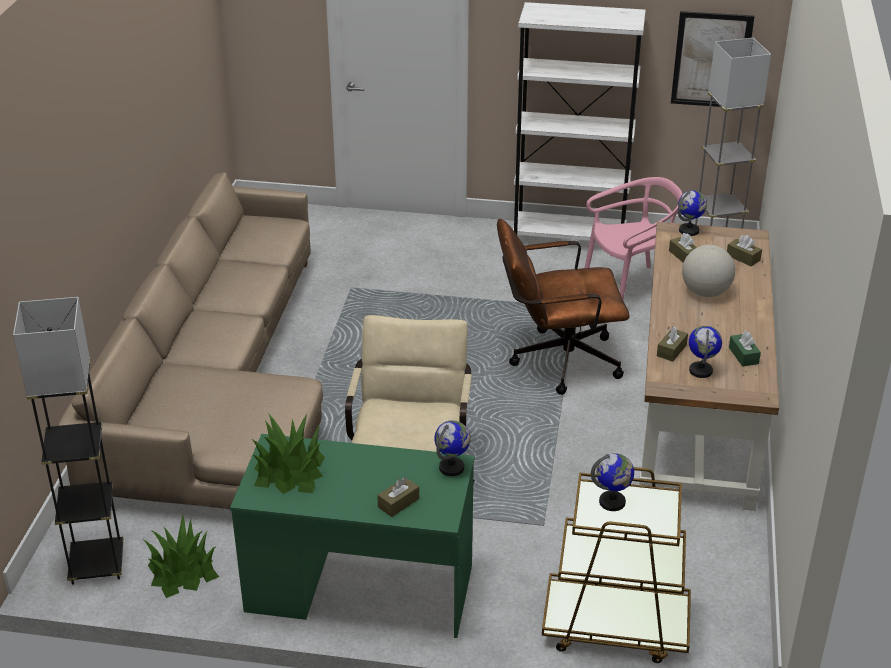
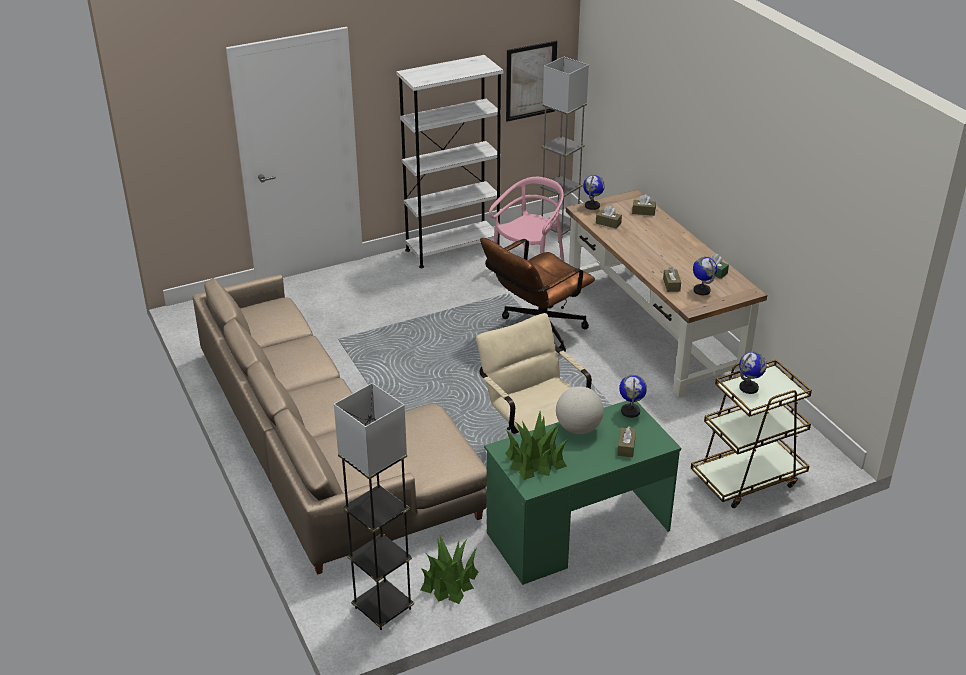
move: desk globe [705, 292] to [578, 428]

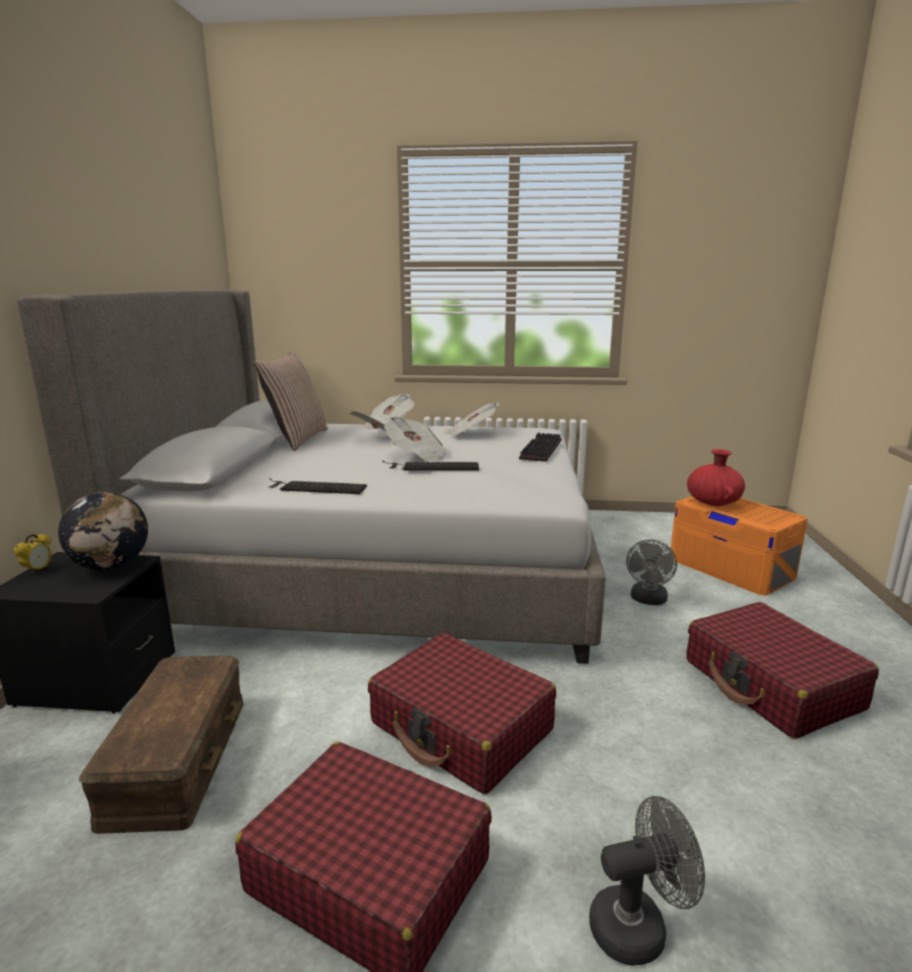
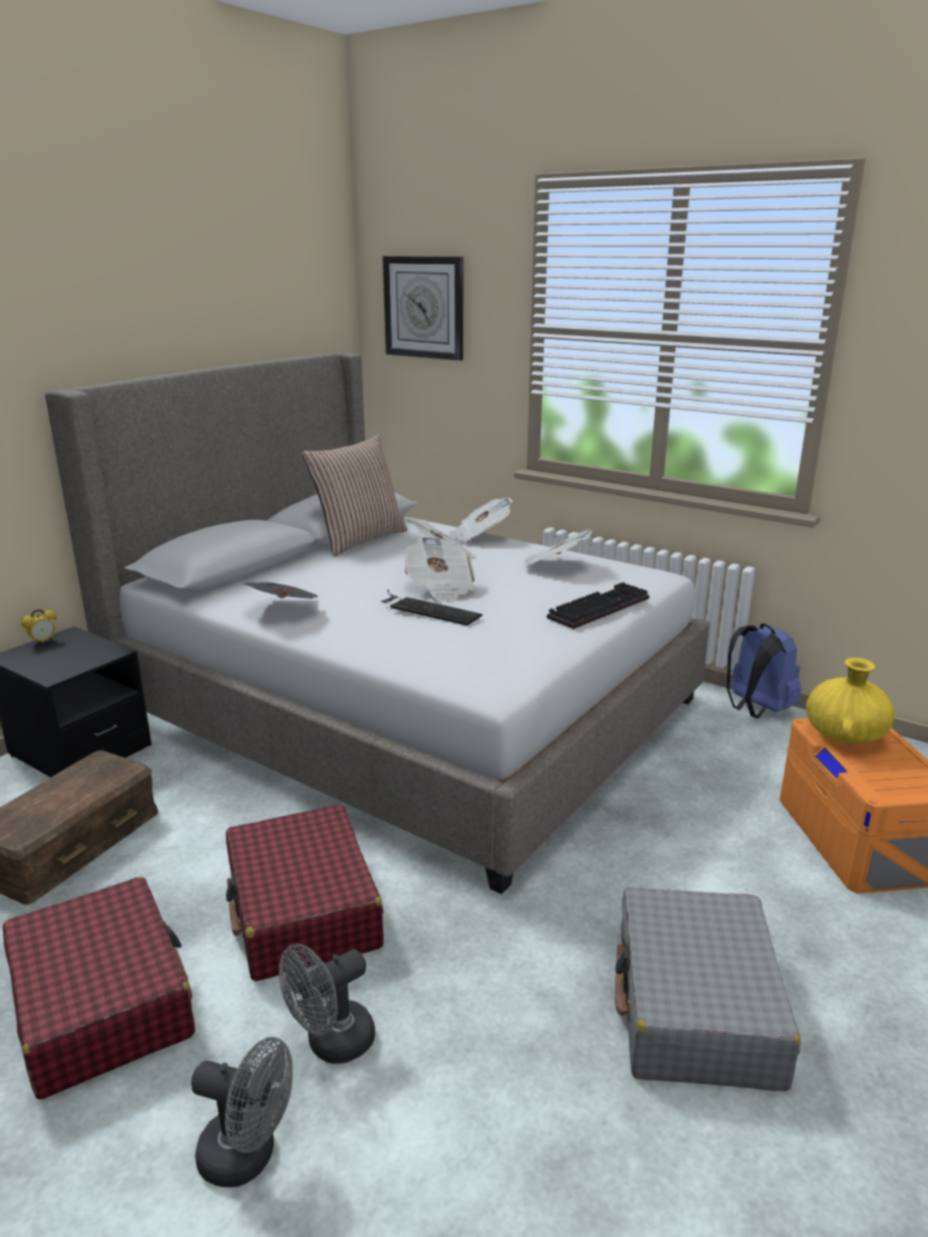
delete: desk globe [111, 566]
insert: hanging clock [424, 307]; blue backpack [755, 710]
move: grey electric fan [648, 600] to [331, 1043]
replace: keyboard [314, 487] to newspaper [285, 611]
recolor: red flower vase [713, 503] to yellow-coloured flower vase [844, 736]; red suitcase [771, 685] to grey suitcase [696, 1007]

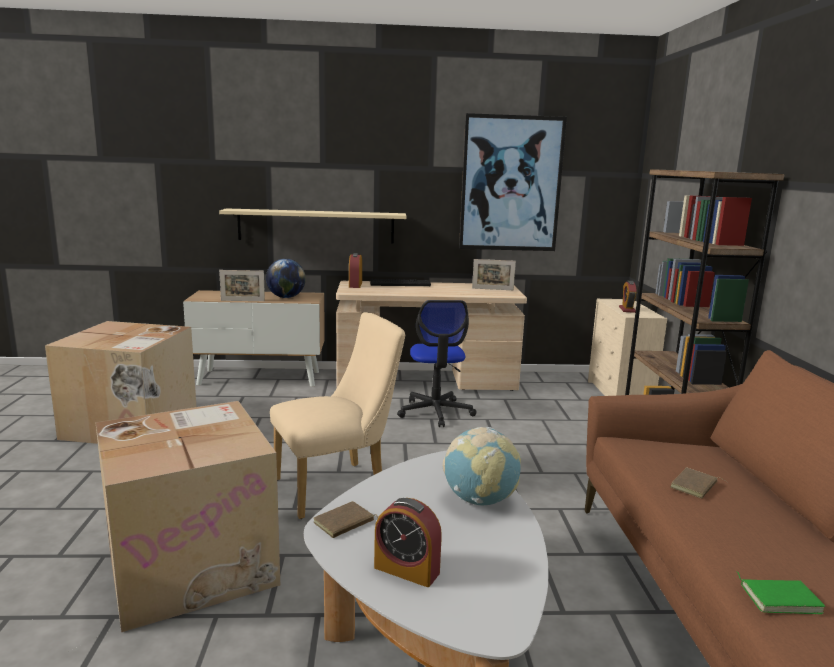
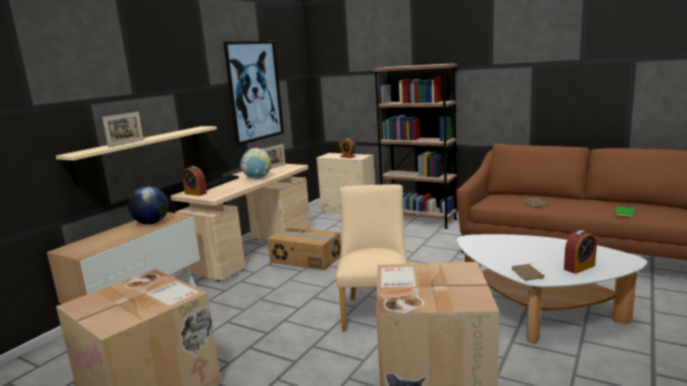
move: standing frame [242, 300] to [126, 144]; desk globe [479, 500] to [257, 178]
replace: office chair [435, 412] to packing box [306, 259]

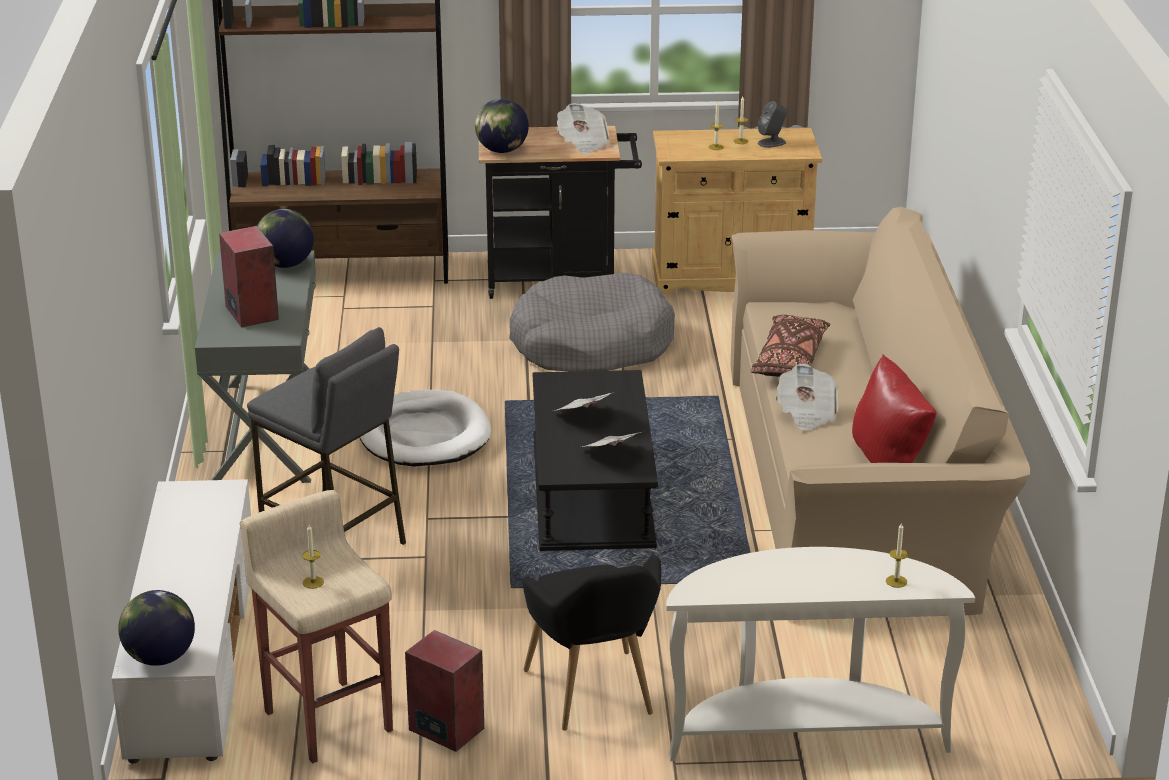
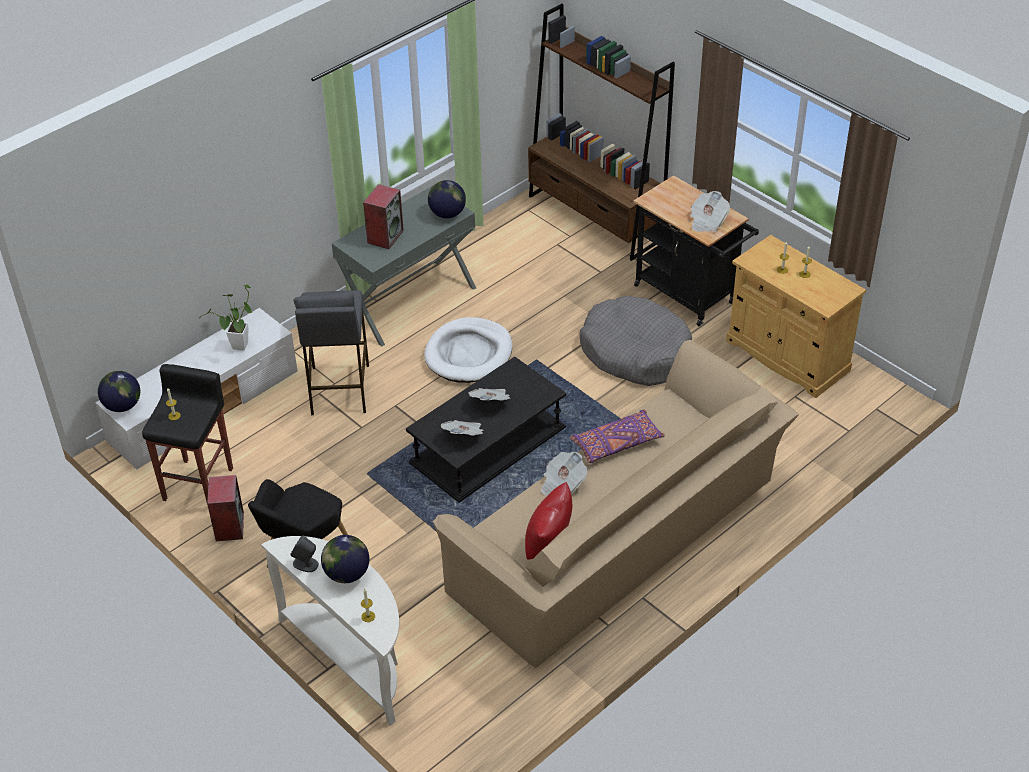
insert: potted plant [238, 348]
move: desk globe [501, 150] to [347, 574]; grey audio speaker [772, 143] to [306, 564]
recolor: brown-coloured cushion [790, 360] to purple cushion [616, 443]; beige stool seat [328, 719] to blackish stool seat [199, 483]

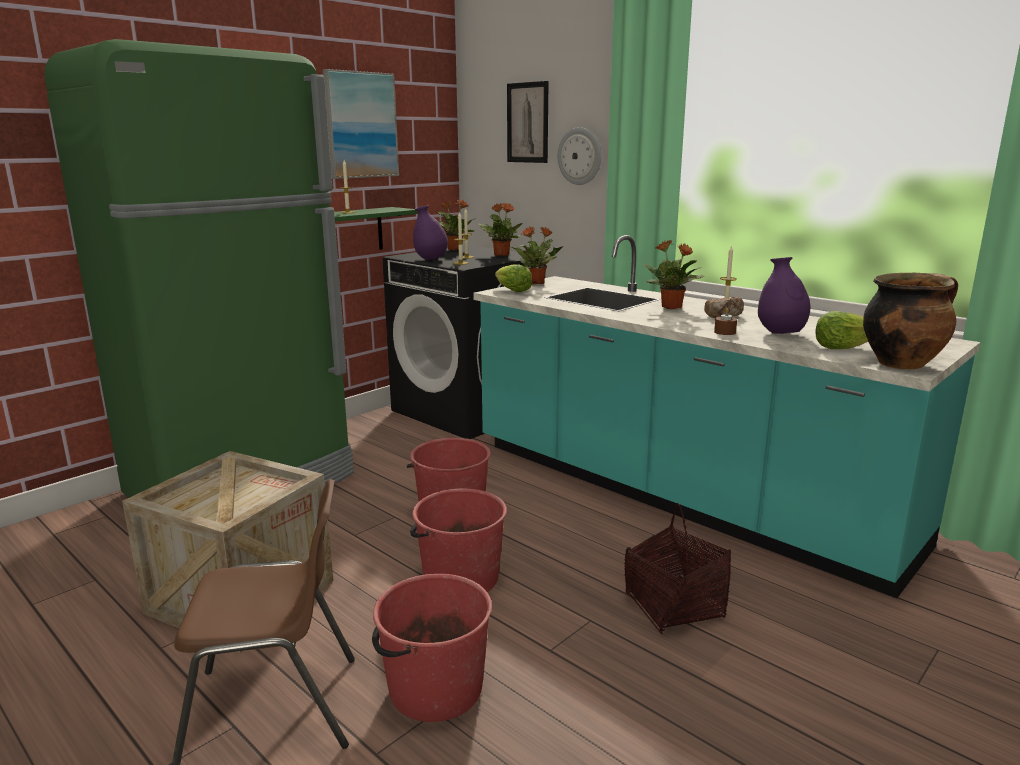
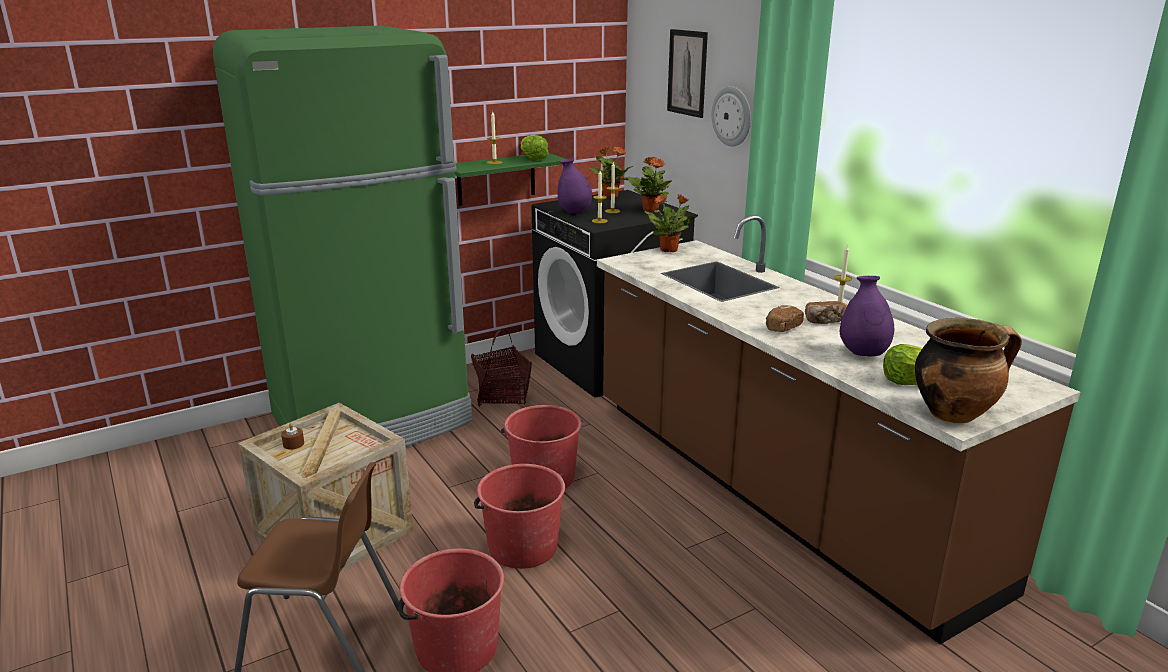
delete: wall picture [360, 125]; potted plant [672, 307]
insert: baked bread [782, 328]
move: lettuce [512, 290] to [532, 158]; brown-coloured wax light [725, 332] to [293, 444]; household basket [674, 606] to [502, 395]
recolor: blue-green kitchen counter [677, 494] to brown-coloured kitchen counter [774, 489]

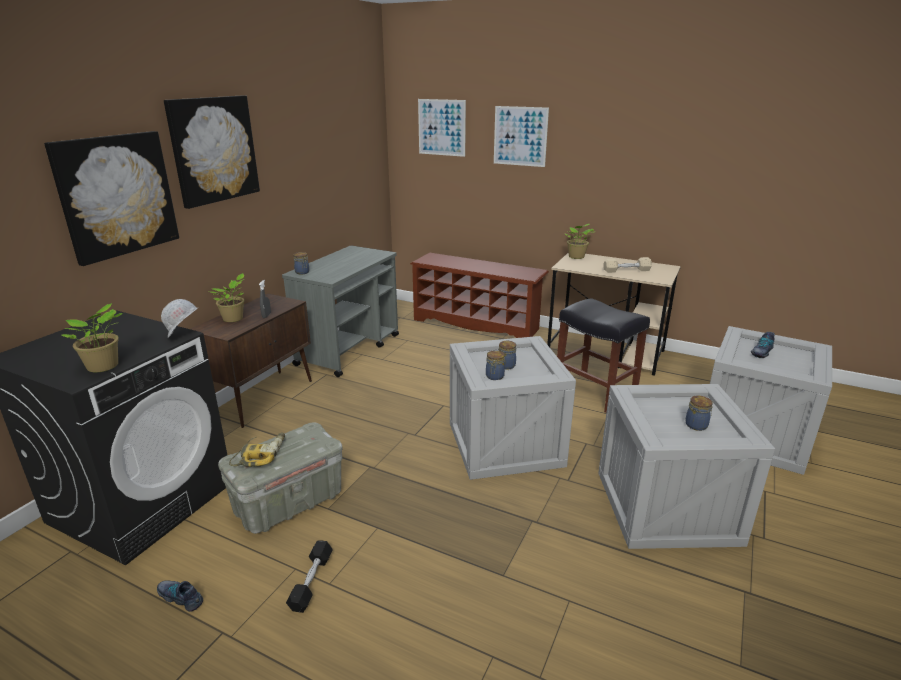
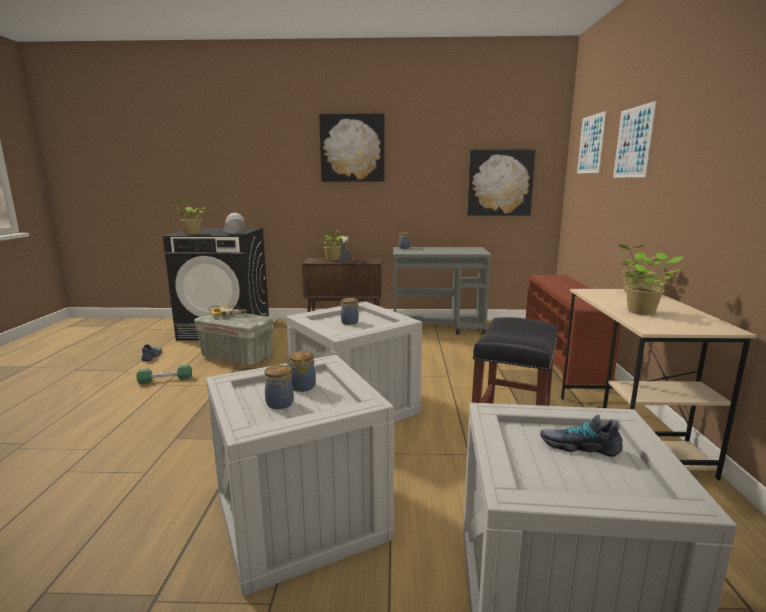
move: wall picture [116, 195] to [500, 183]; preserve jar [494, 377] to [301, 387]
replace: beige free weight [626, 270] to potted plant [643, 312]
recolor: blackish free weight [311, 582] to green-coloured free weight [165, 380]

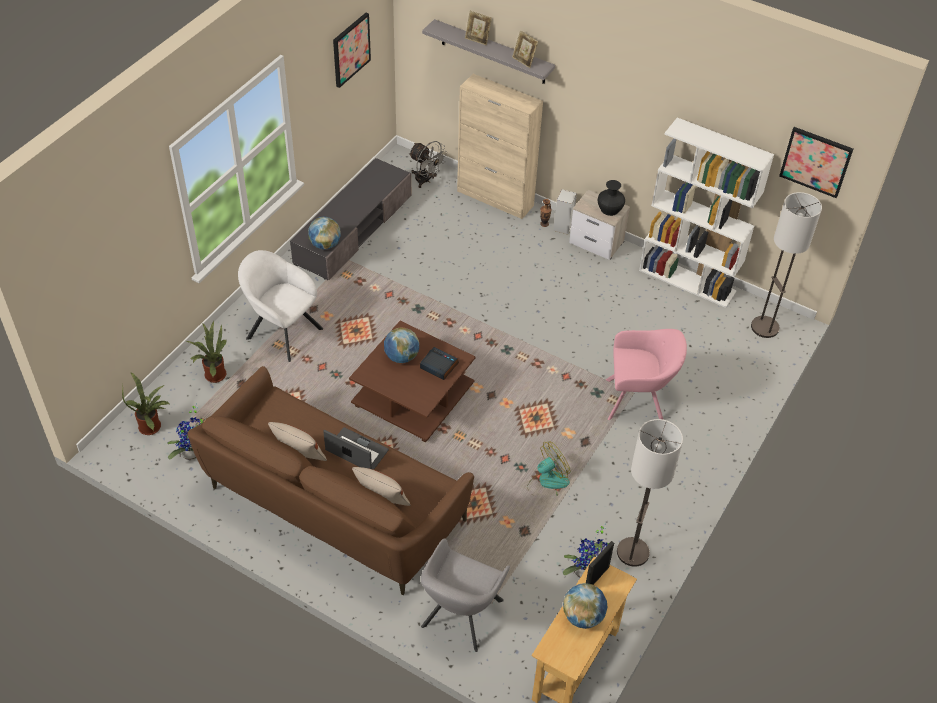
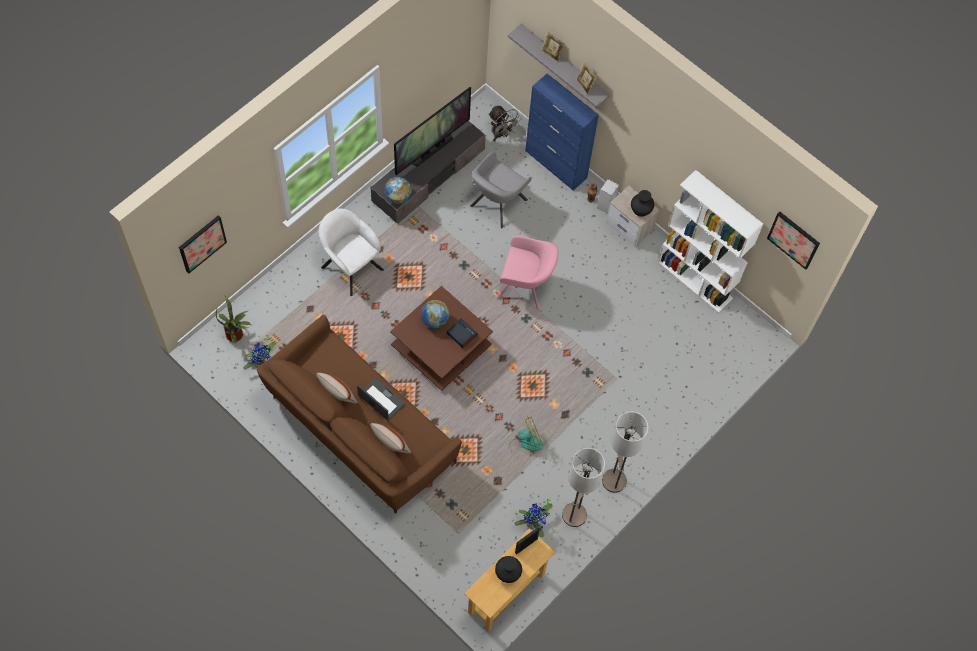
delete: potted plant [213, 374]
insert: television [431, 149]
move: wall picture [350, 49] to [202, 243]; standard lamp [765, 327] to [614, 481]; pinkish easy chair [638, 401] to [525, 287]; grey easy chair [460, 616] to [497, 204]
replace: desk globe [583, 616] to blackish flower vase [508, 572]
recolor: beige cabinet [495, 198] to blue cabinet [556, 164]

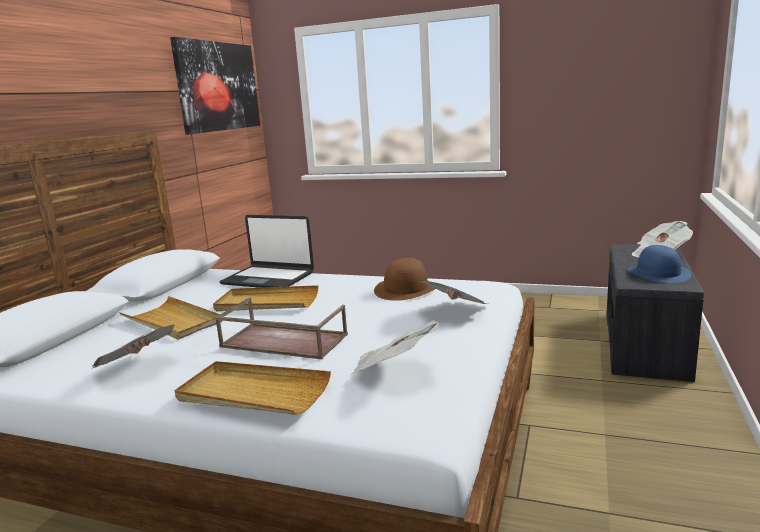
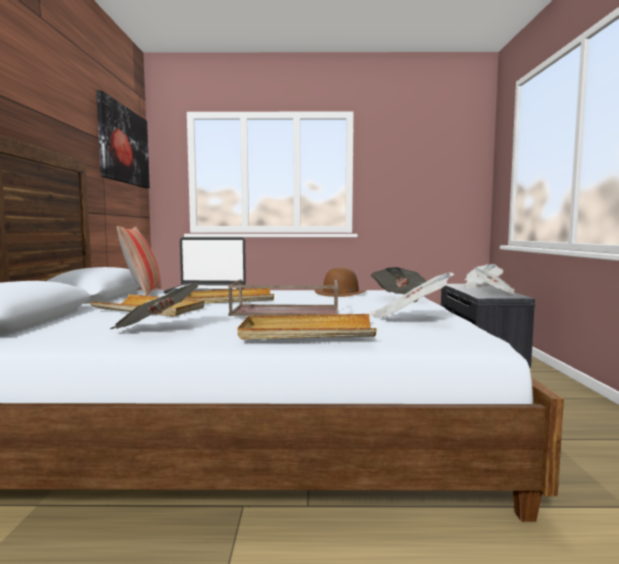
insert: cushion [143, 292]
replace: blue hat [658, 273] to newspaper [494, 292]

